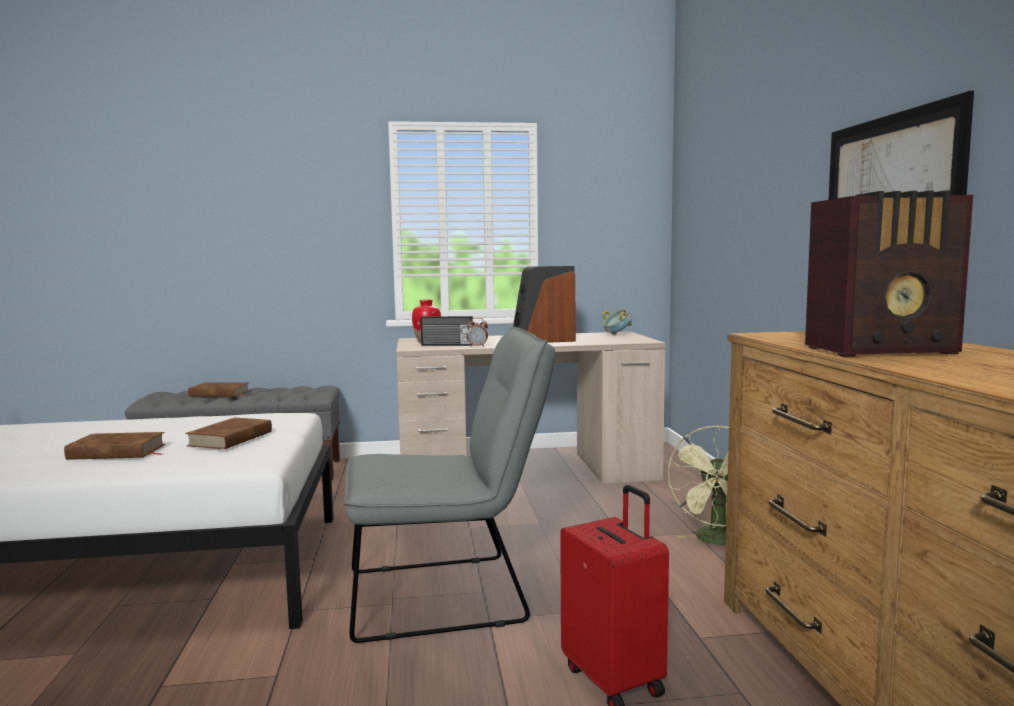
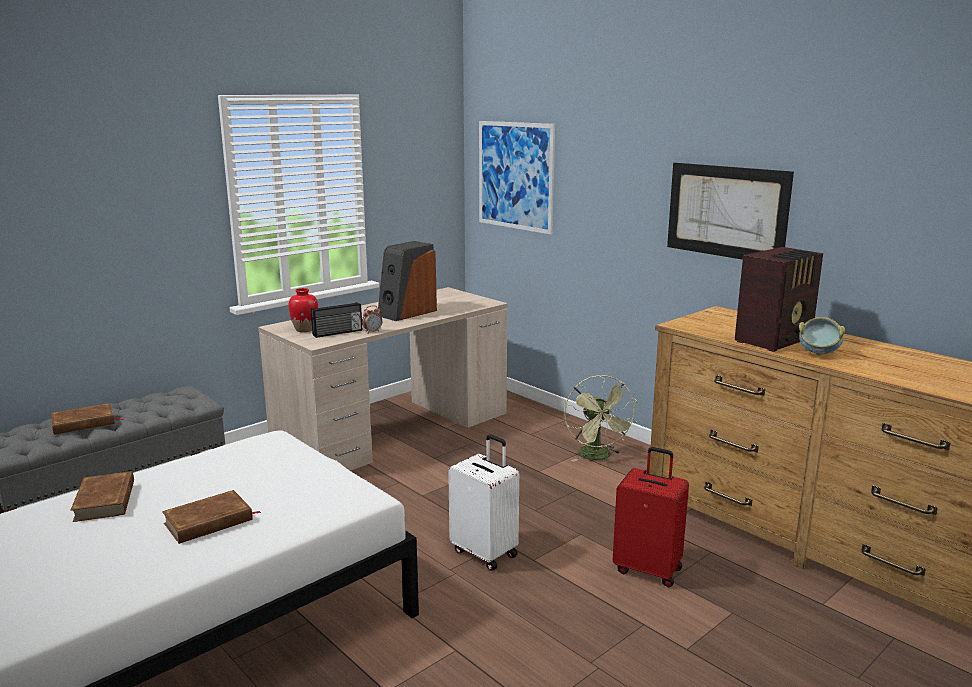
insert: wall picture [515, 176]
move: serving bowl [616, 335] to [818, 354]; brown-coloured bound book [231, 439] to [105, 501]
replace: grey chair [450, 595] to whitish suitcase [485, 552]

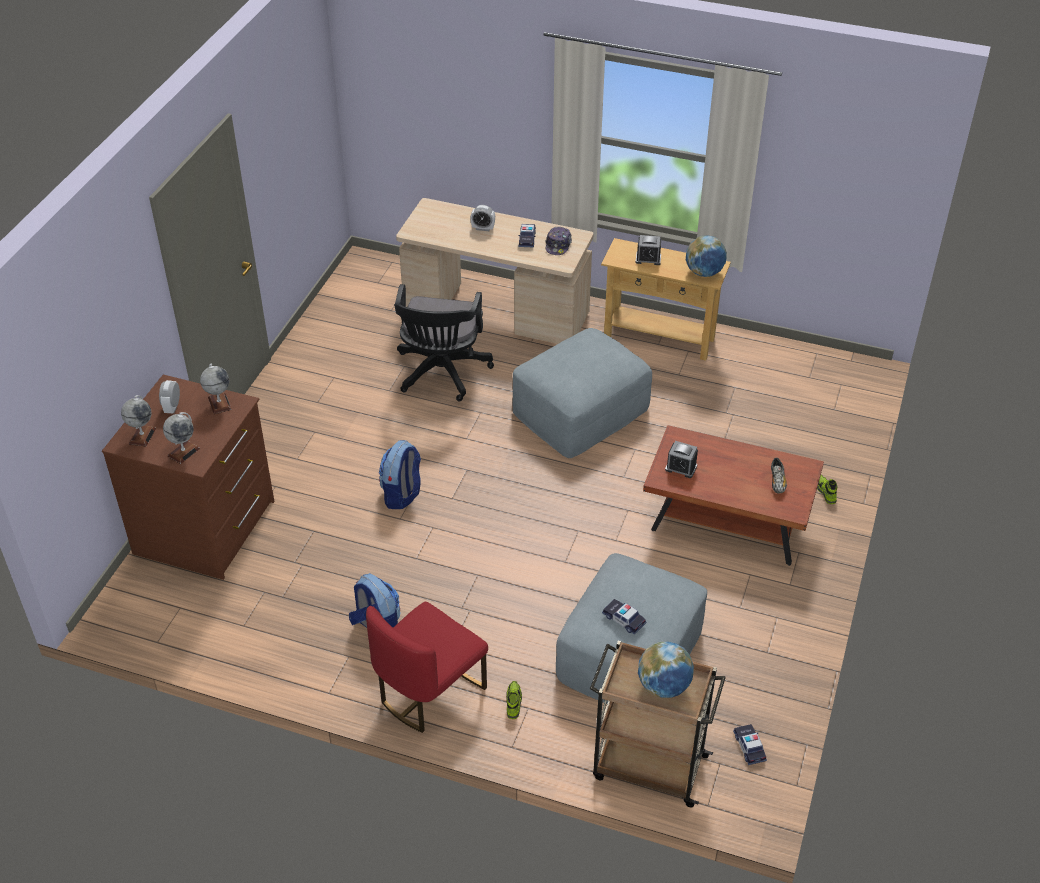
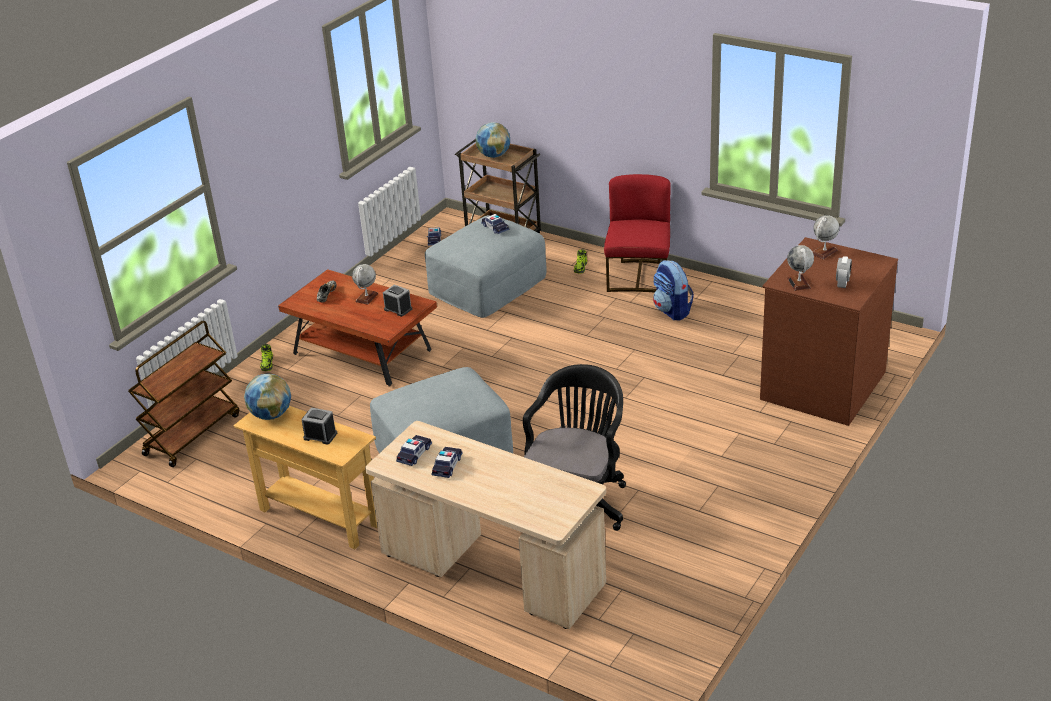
delete: alarm clock [483, 228]; backpack [402, 495]
insert: brown-coloured trolley [192, 434]
move: desk globe [142, 436] to [367, 298]
replace: baseball cap [558, 245] to model car [414, 454]
rotate: red chair [428, 692] = [639, 277] 45 degrees counterclockwise

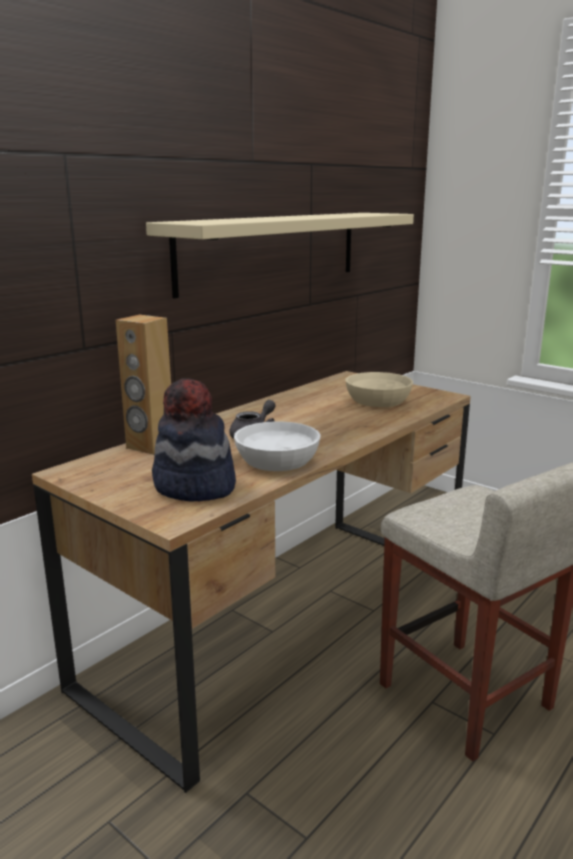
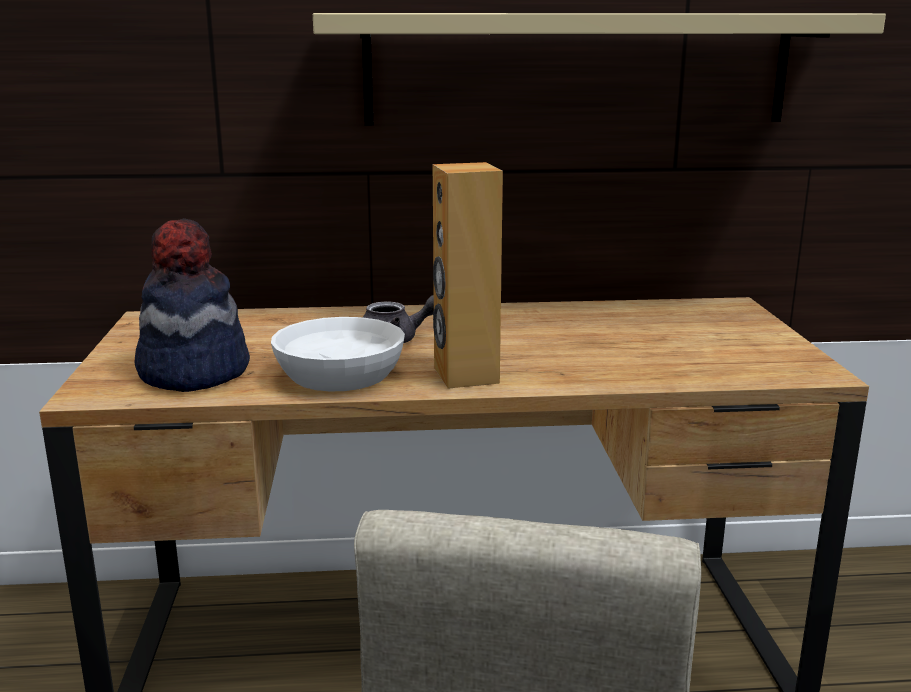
delete: beige serving bowl [377, 400]
move: brown-coloured audio speaker [150, 446] to [465, 375]

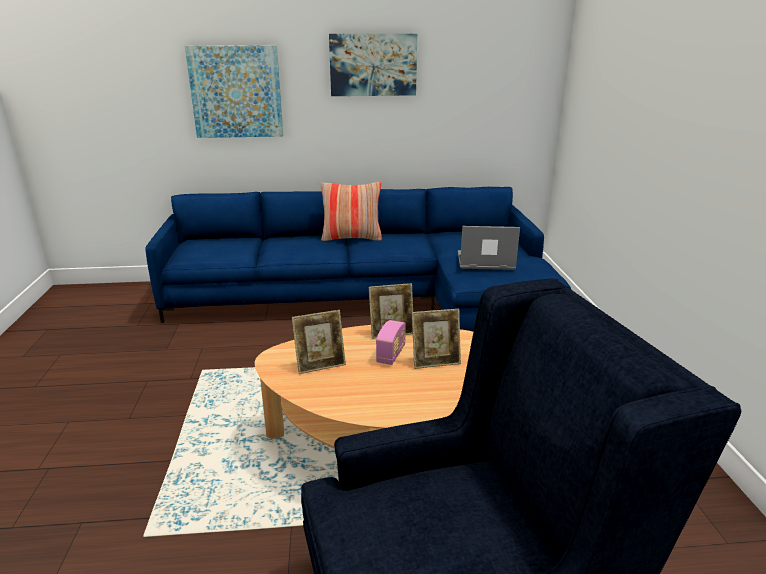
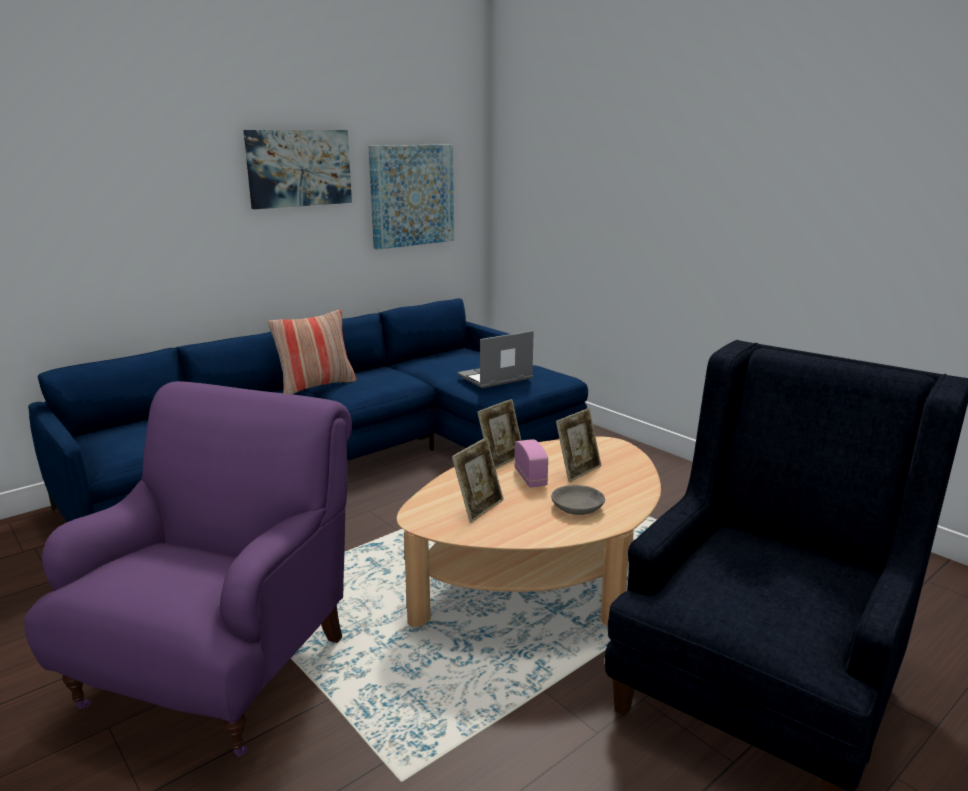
insert: purple easy chair [221, 669]; grey serving bowl [578, 507]
move: wall picture [236, 92] to [412, 195]

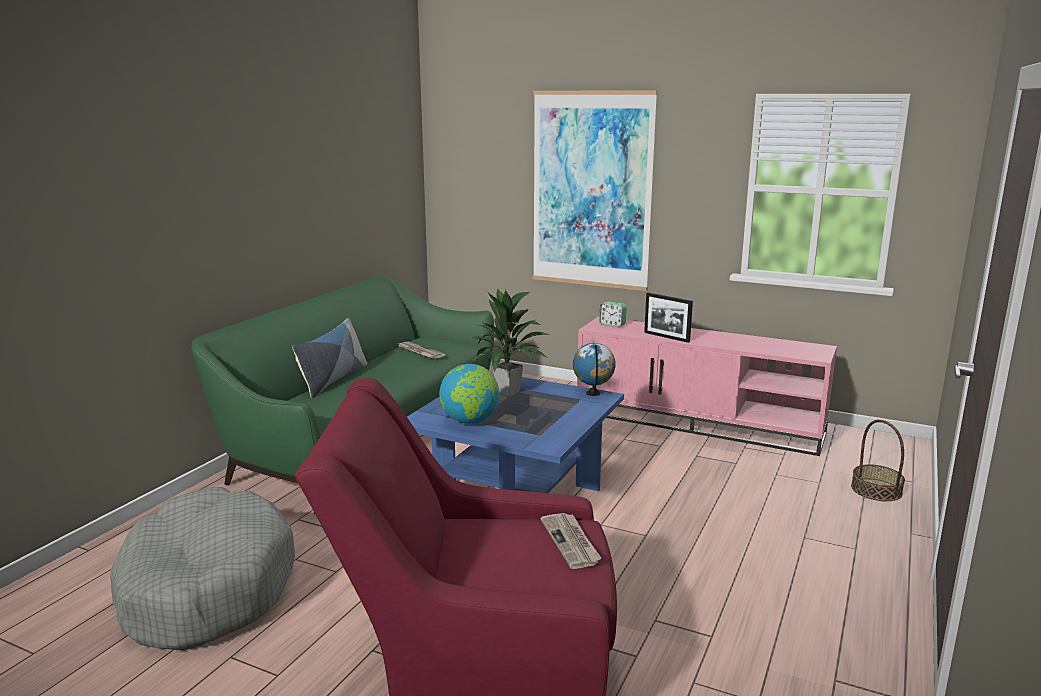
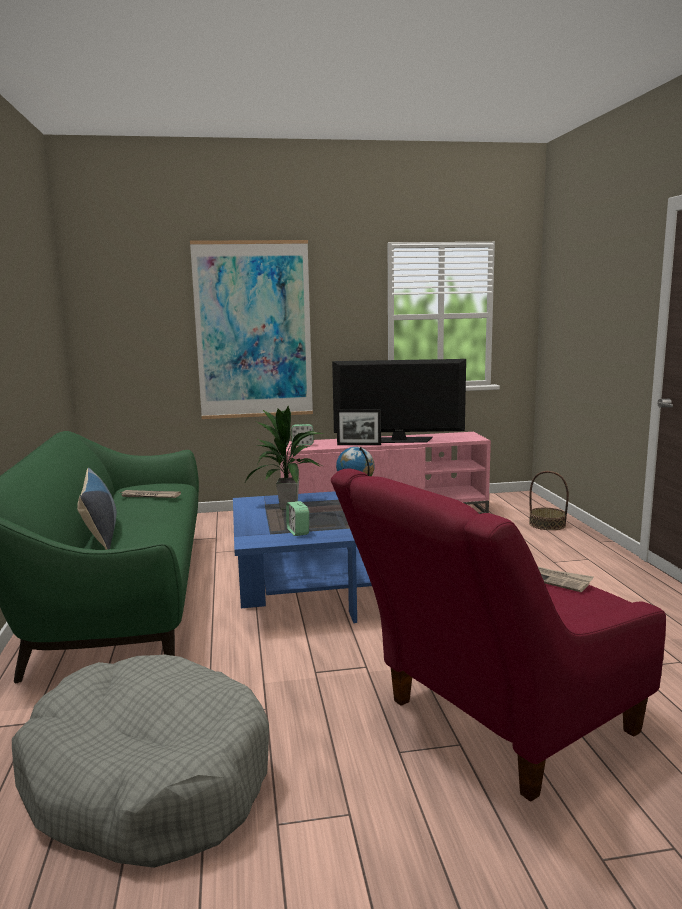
insert: television [399, 440]
replace: desk globe [470, 421] to alarm clock [298, 532]

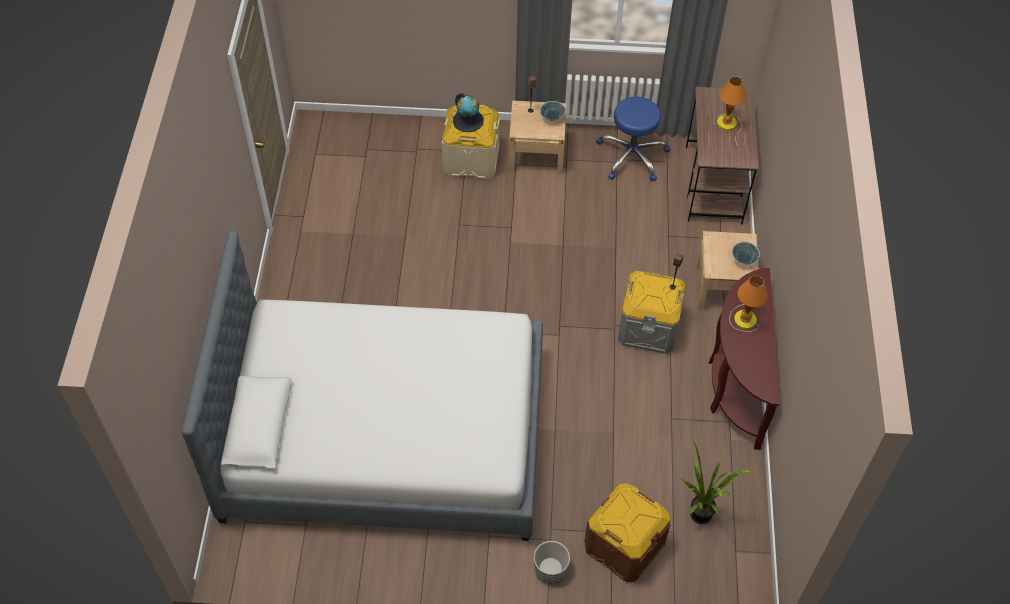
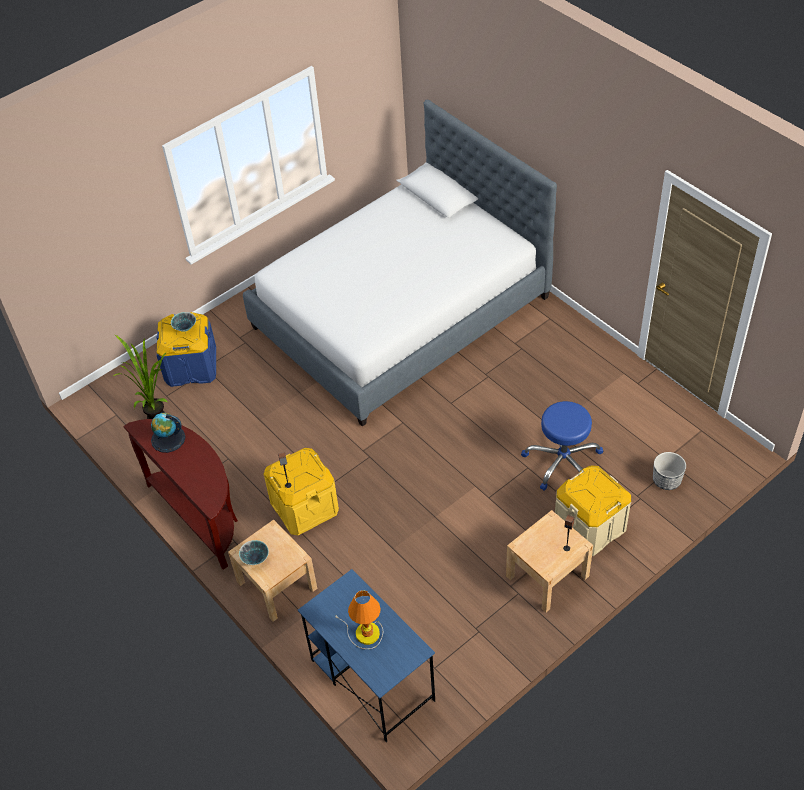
delete: tabletop lamp [744, 318]
move: desk globe [468, 120] to [168, 439]; blue stool seat [632, 156] to [562, 462]; serving bowl [552, 117] to [185, 328]; flower pot [550, 570] to [666, 480]
recolor: brown-coloured desk [713, 185] to blue desk [371, 679]; grey storage box [648, 327] to yellow-coloured storage box [304, 507]; brown-coloured storage box [623, 545] to blue storage box [191, 366]

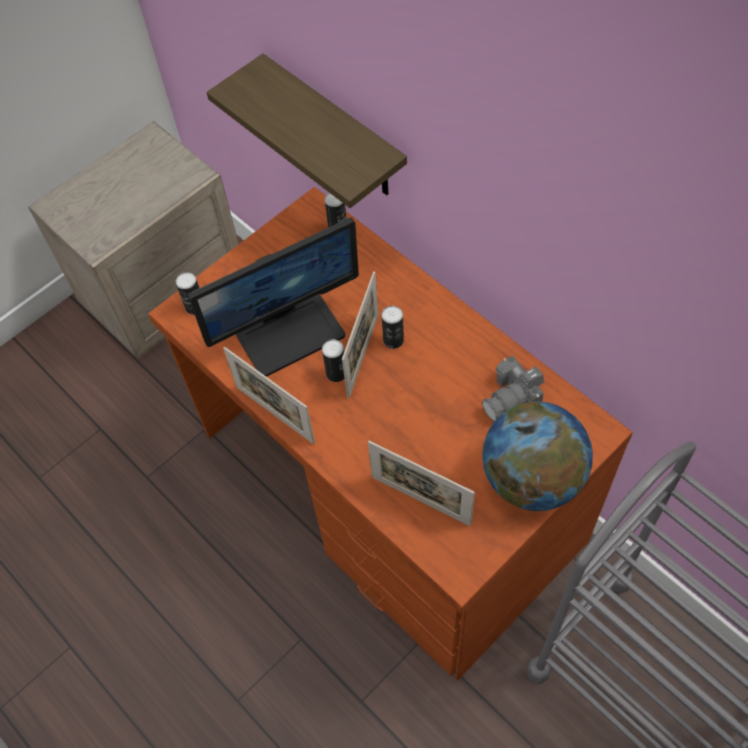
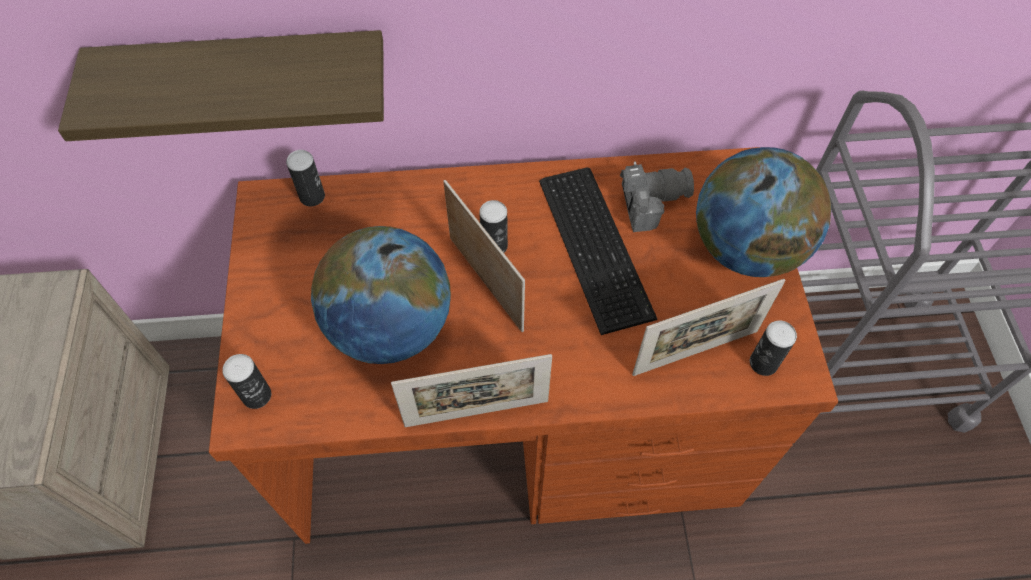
insert: keyboard [597, 244]
move: can [336, 373] to [763, 363]
replace: computer screen [290, 332] to desk globe [390, 327]
rotate: still camera [512, 397] = [649, 201] 105 degrees counterclockwise

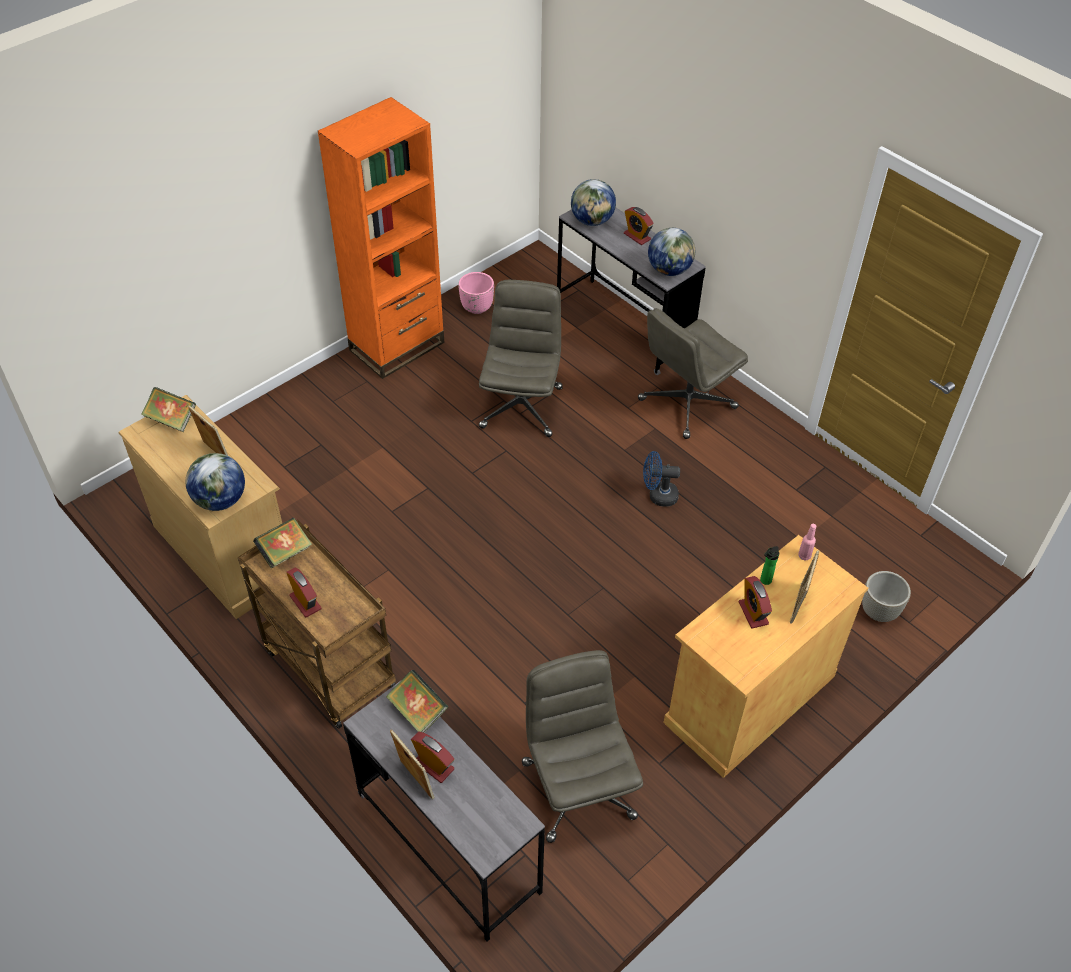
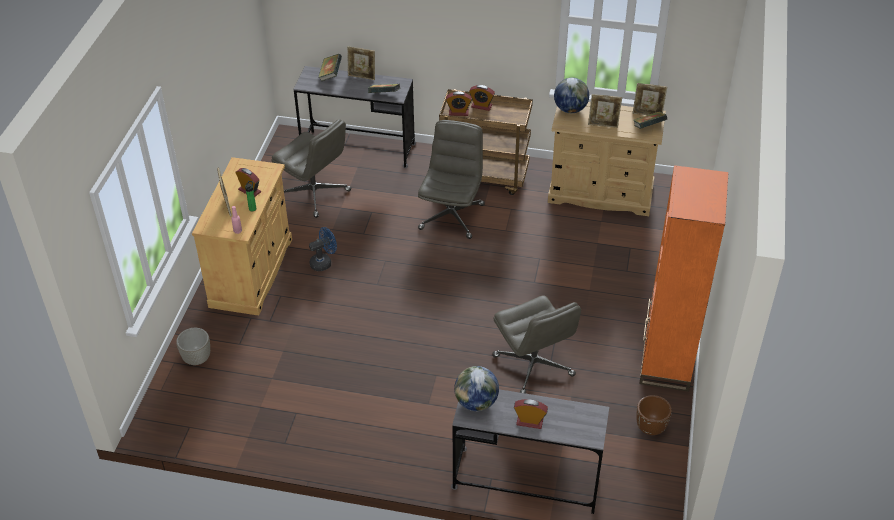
delete: desk globe [592, 221]
insert: standing frame [647, 114]
move: grey office chair [686, 404] to [451, 216]; blue electric fan [658, 496] to [324, 262]; bound book [285, 552] to [330, 75]; alarm clock [434, 765] to [458, 112]
recolor: pinkish flower pot [477, 308] to brown-coloured flower pot [651, 428]

